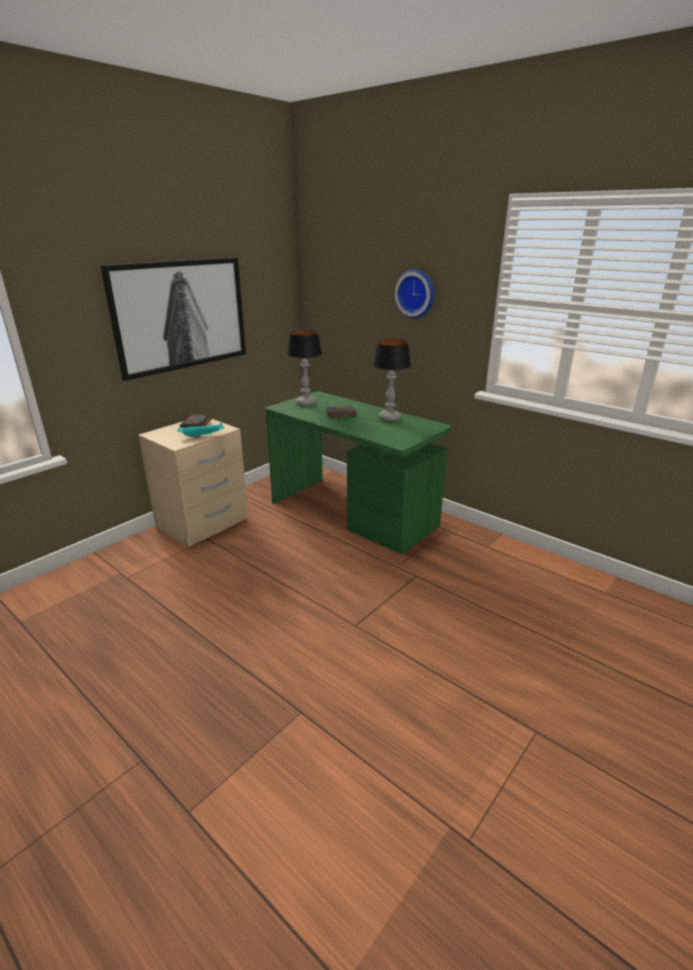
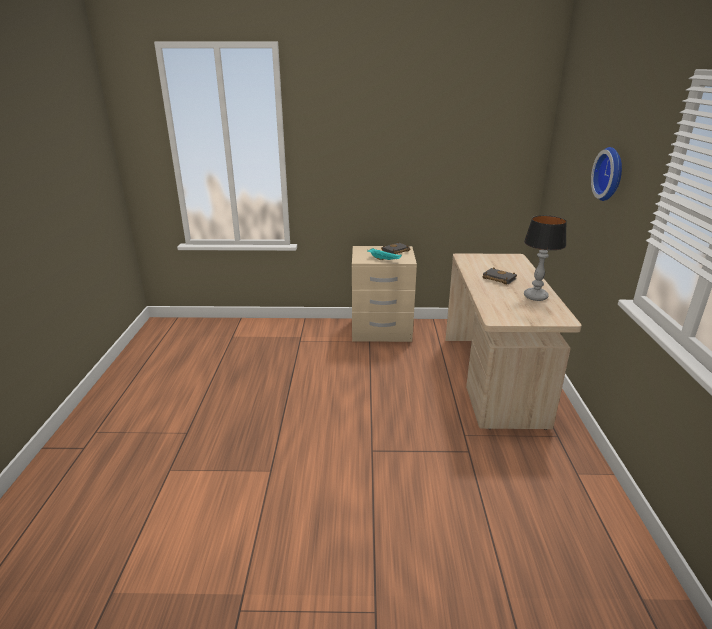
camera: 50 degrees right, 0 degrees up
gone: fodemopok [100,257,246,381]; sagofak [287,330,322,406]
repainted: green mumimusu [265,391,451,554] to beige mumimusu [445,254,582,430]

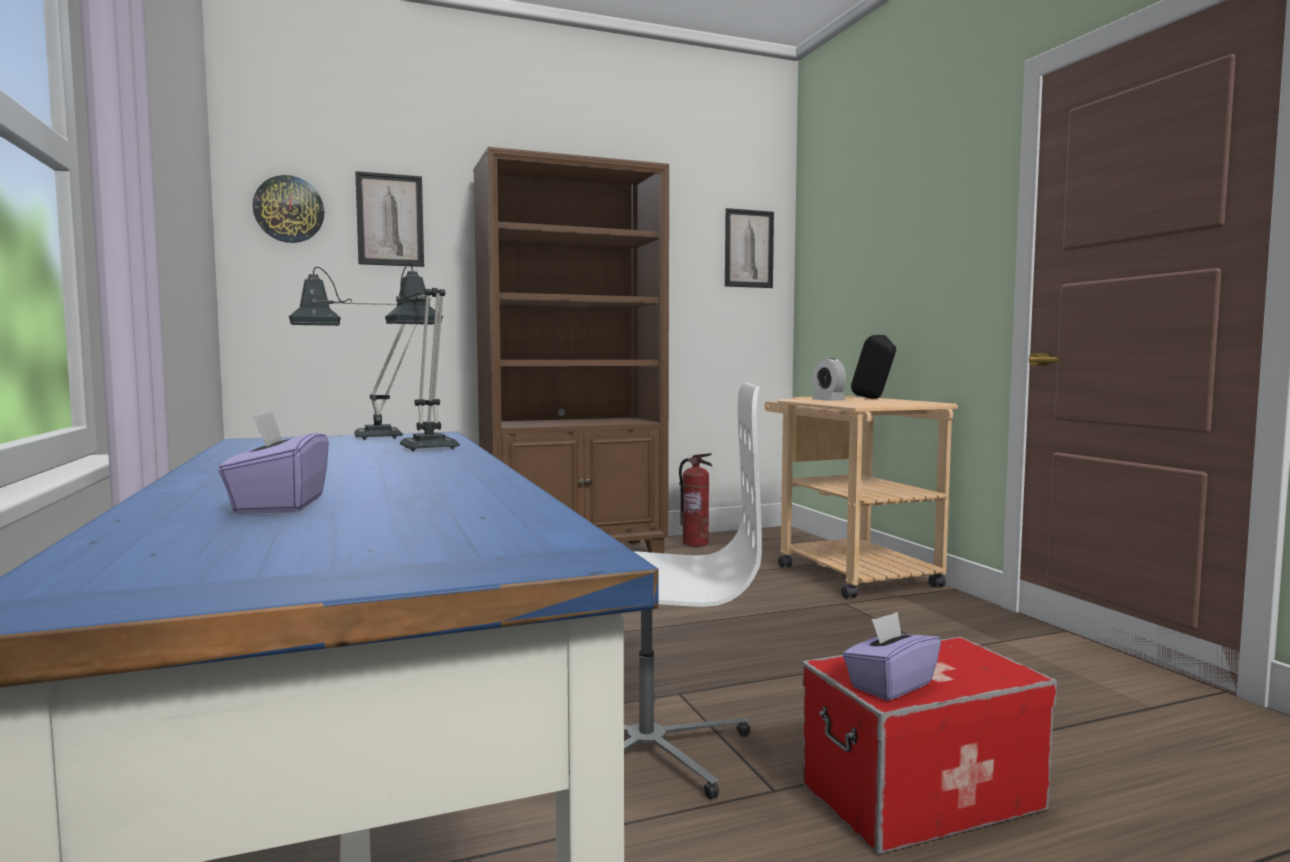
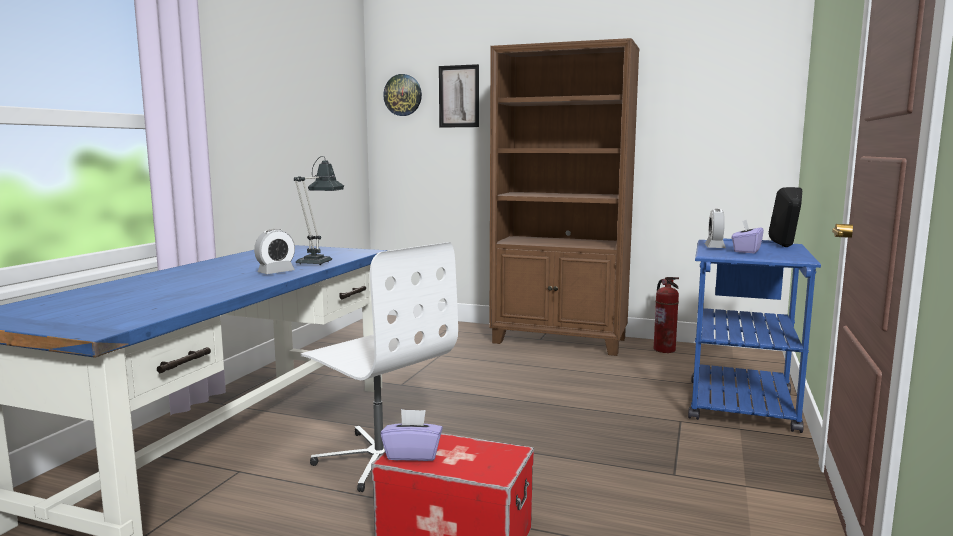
camera: 40 degrees right, 5 degrees up
gone: fodemopok [725,208,774,288]; sagofak [289,267,417,440]
new: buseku [254,229,295,274]
shifted: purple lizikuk [218,412,329,514] to [732,220,764,253]
repainted: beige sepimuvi [764,396,958,599] to blue sepimuvi [688,238,821,433]

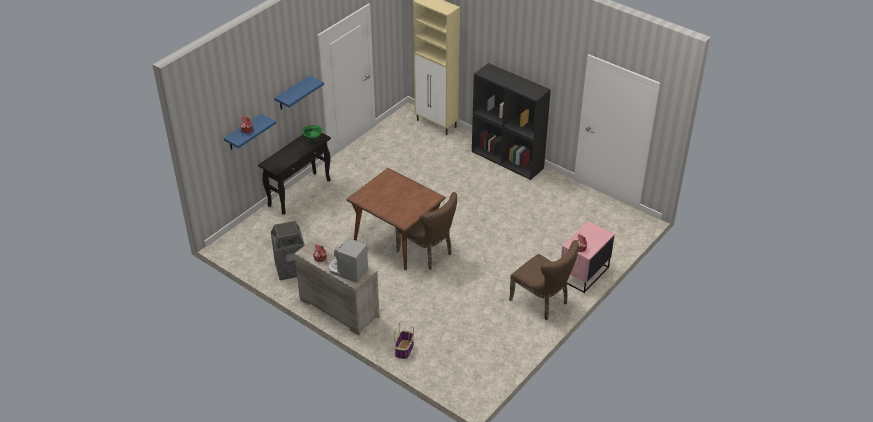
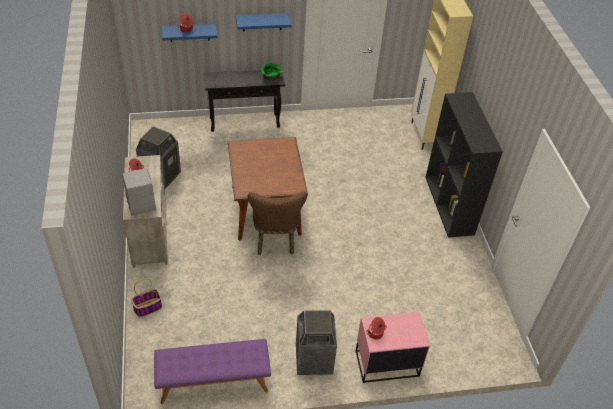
camera: 40 degrees right, 5 degrees up
new: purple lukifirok [154,339,271,404]
swapped: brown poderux [509,240,579,320] to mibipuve [296,310,337,375]

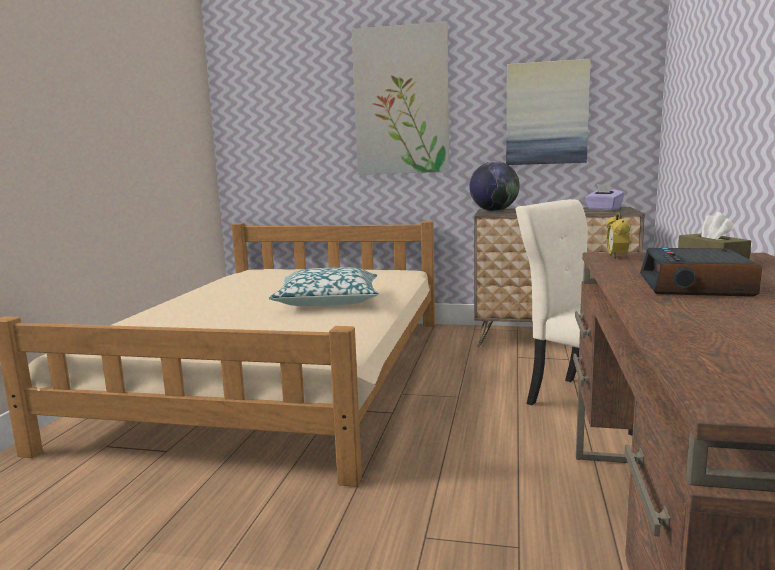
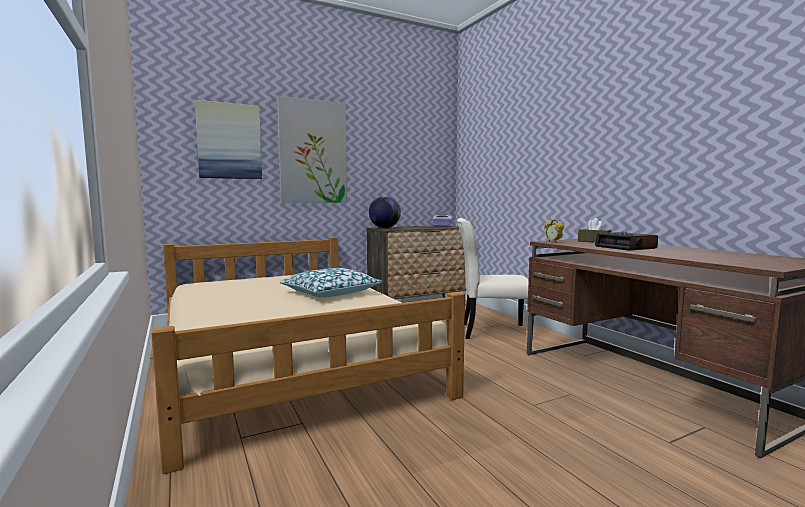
camera: 40 degrees left, 5 degrees down
shifted: fodemopok [506,59,591,165] to [195,100,262,179]

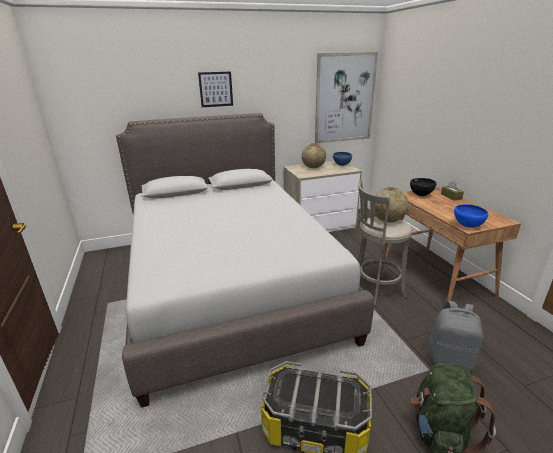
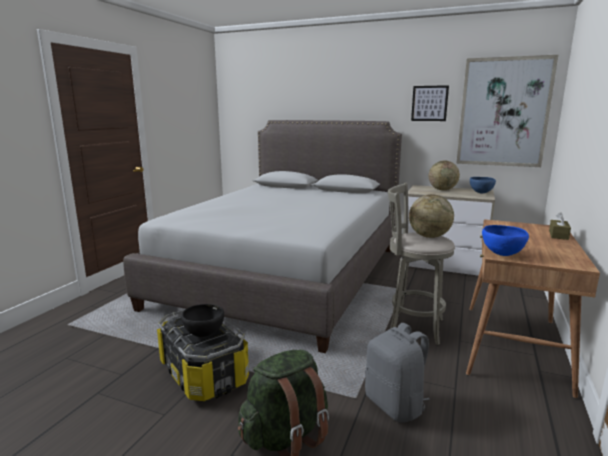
camera: 40 degrees right, 10 degrees down
shifted: fodemopok [198,72,233,107] to [411,85,449,121]; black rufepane [410,178,437,196] to [181,304,224,337]

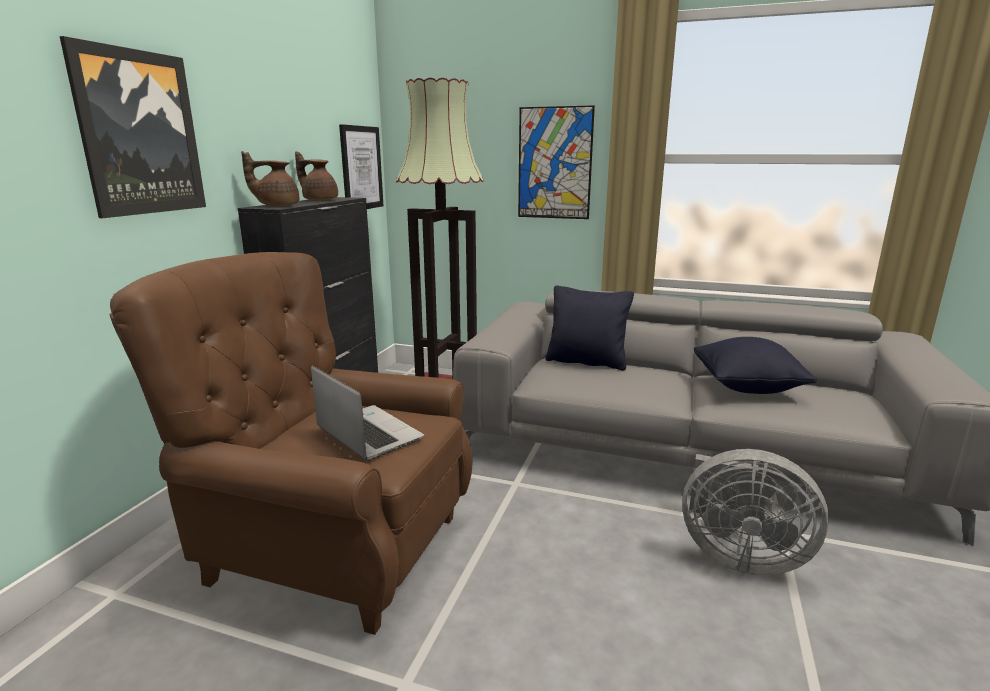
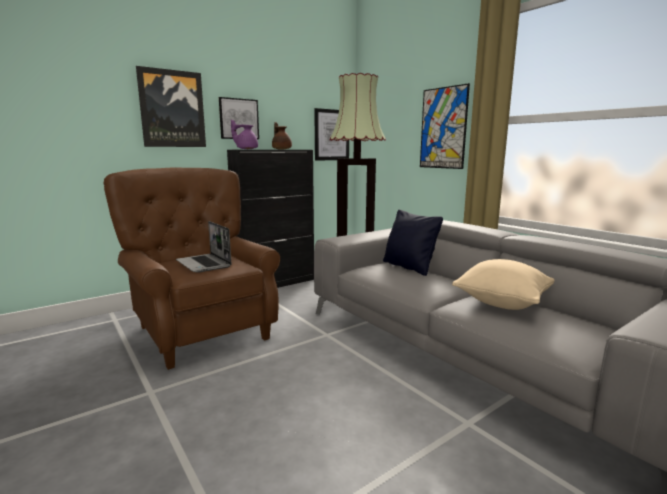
camera: 35 degrees right, 5 degrees down
gone: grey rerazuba [682,449,829,575]
new: fodemopok [219,97,259,139]
repainted: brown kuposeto [241,151,299,206] to purple kuposeto [231,120,258,149]; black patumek [694,337,817,394] to beige patumek [452,259,555,310]
rotated: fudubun [311,366,424,461] = [176,221,232,273] 150 degrees clockwise

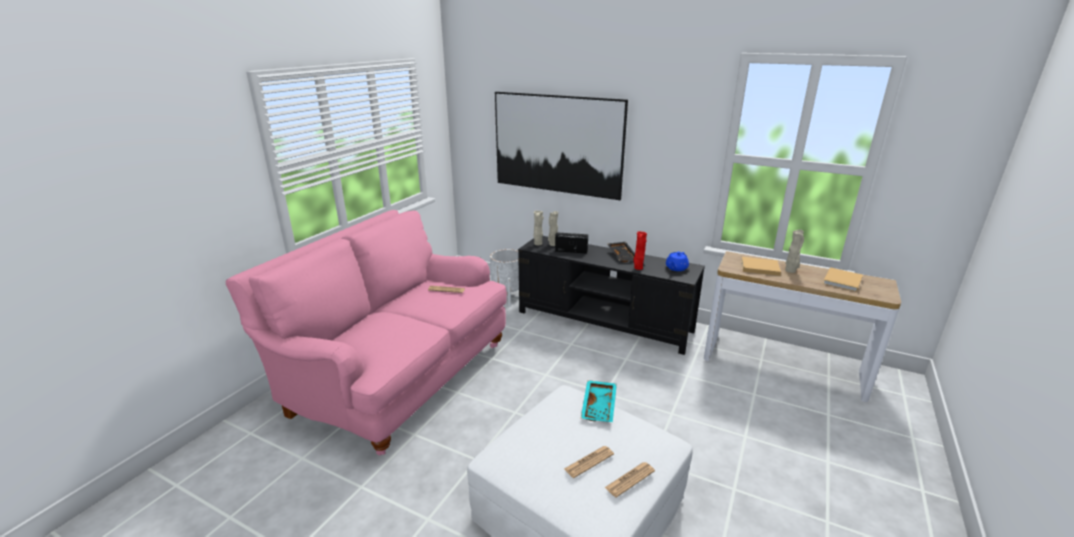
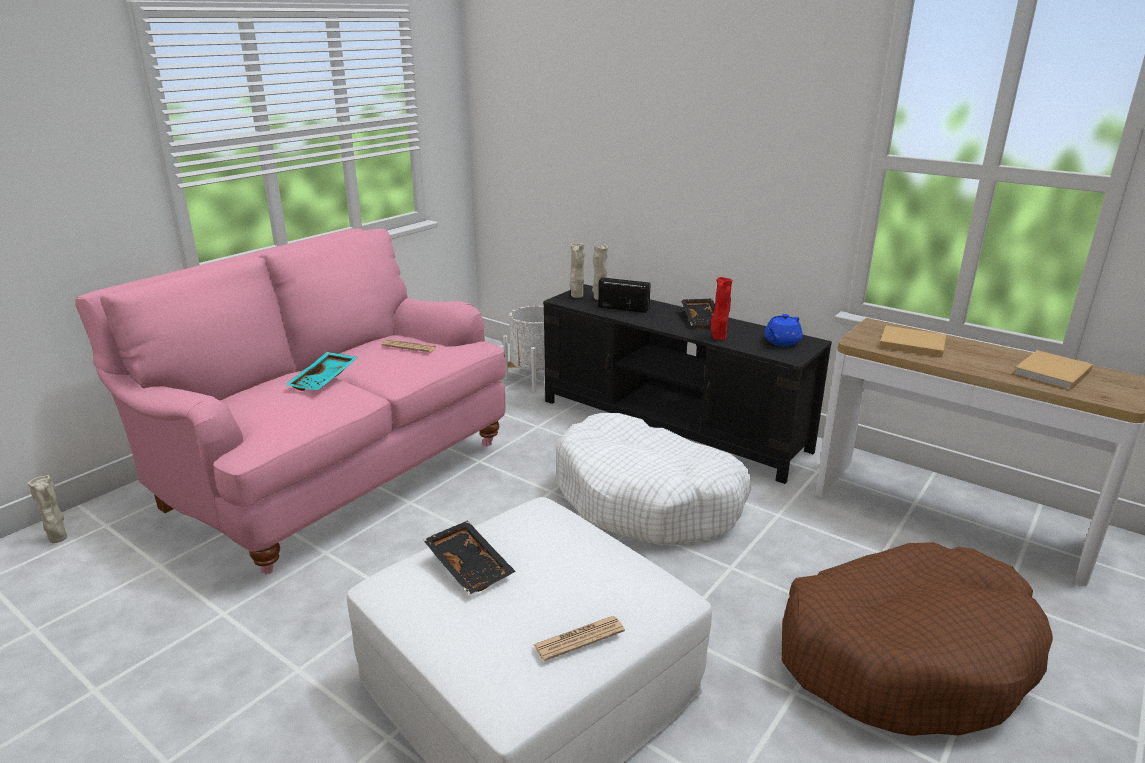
camera: 10 degrees right, 0 degrees up
gone: fodemopok [495,92,628,200]; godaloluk [564,446,614,478]
new: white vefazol [556,413,752,546]; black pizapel [423,520,516,595]; brown vefazol [781,542,1053,736]
shifted: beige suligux [785,230,804,273] to [27,475,67,543]; turquoise pizapel [581,380,617,422] to [285,352,358,391]

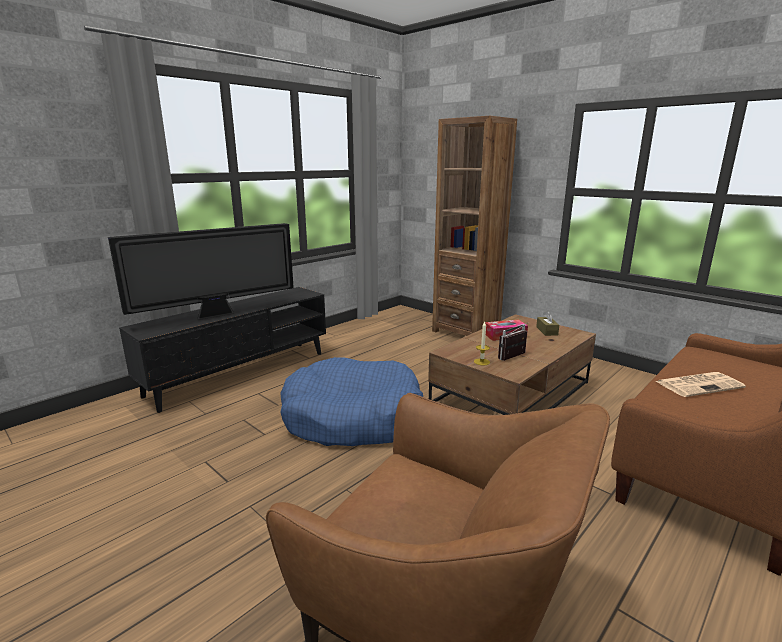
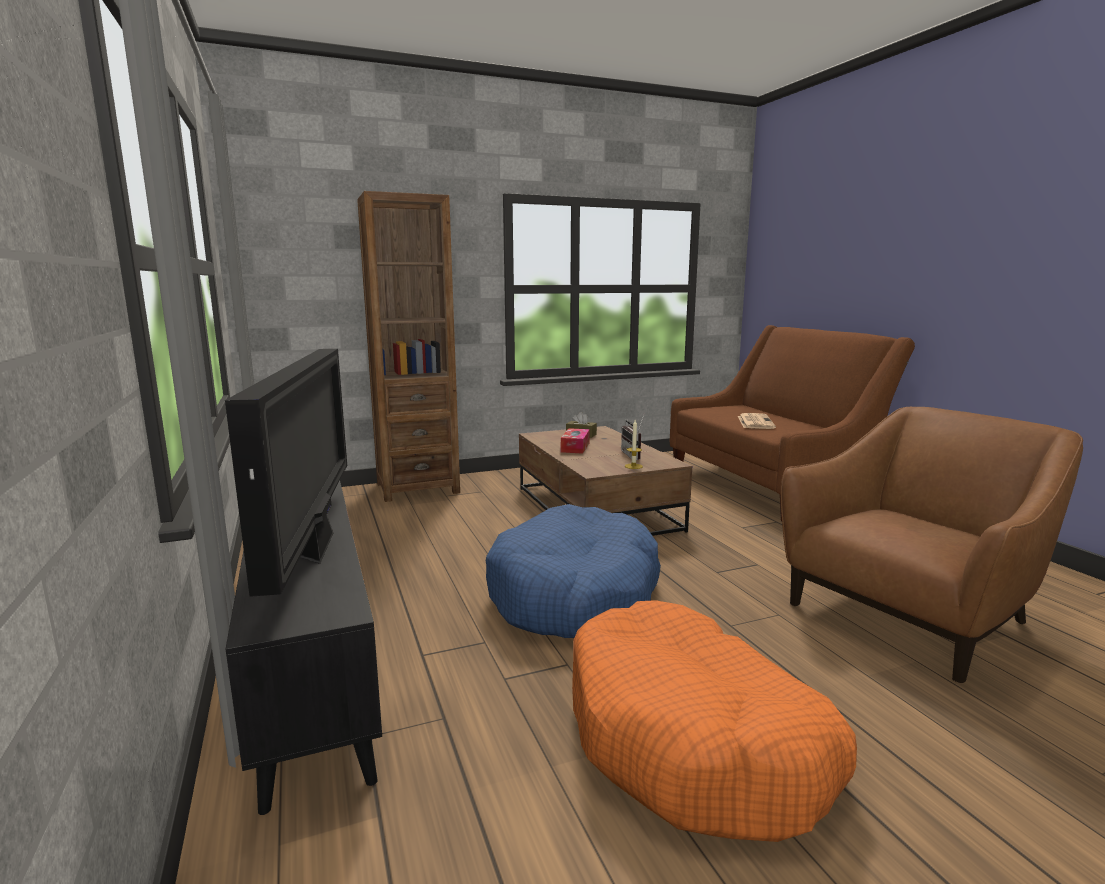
camera: 65 degrees left, 5 degrees down
new: orange vefazol [572,600,857,842]

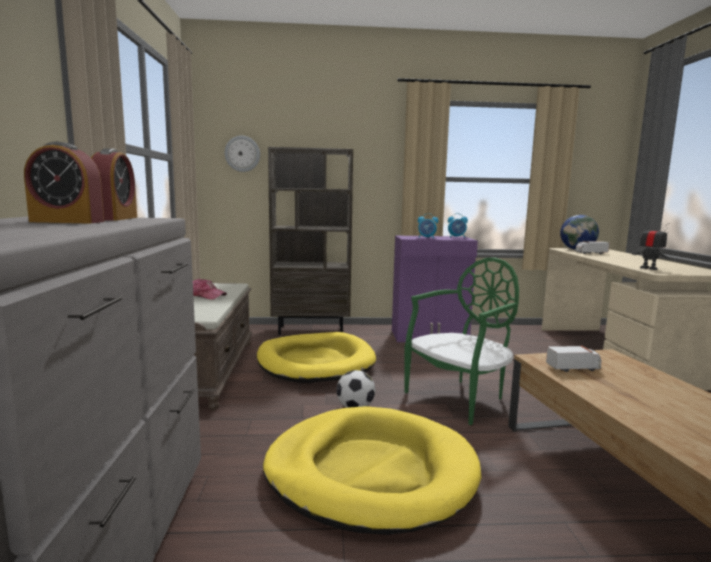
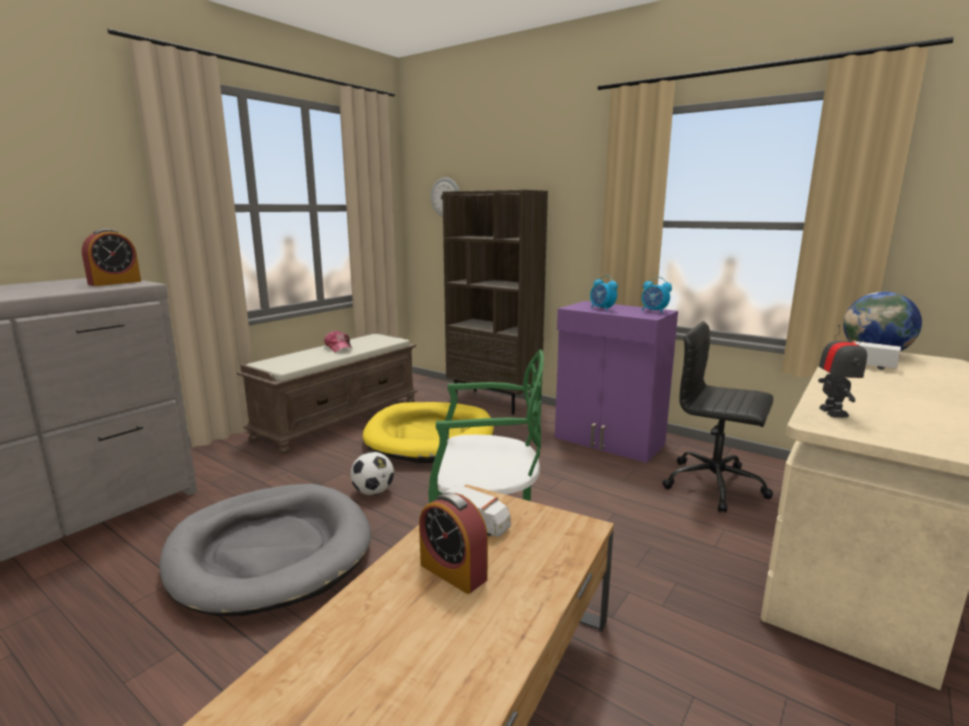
camera: 40 degrees right, 5 degrees up
new: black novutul [662,321,773,513]
shifted: buseku [24,141,104,223] to [419,492,488,594]
repainted: yellow vefazol [263,406,482,535] to grey vefazol [159,484,371,616]

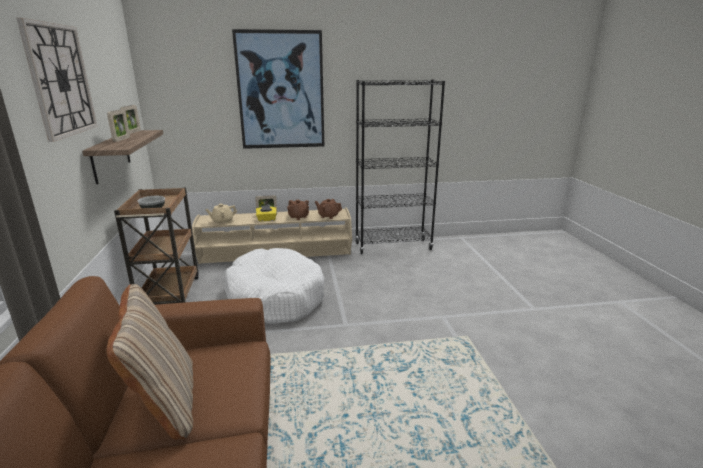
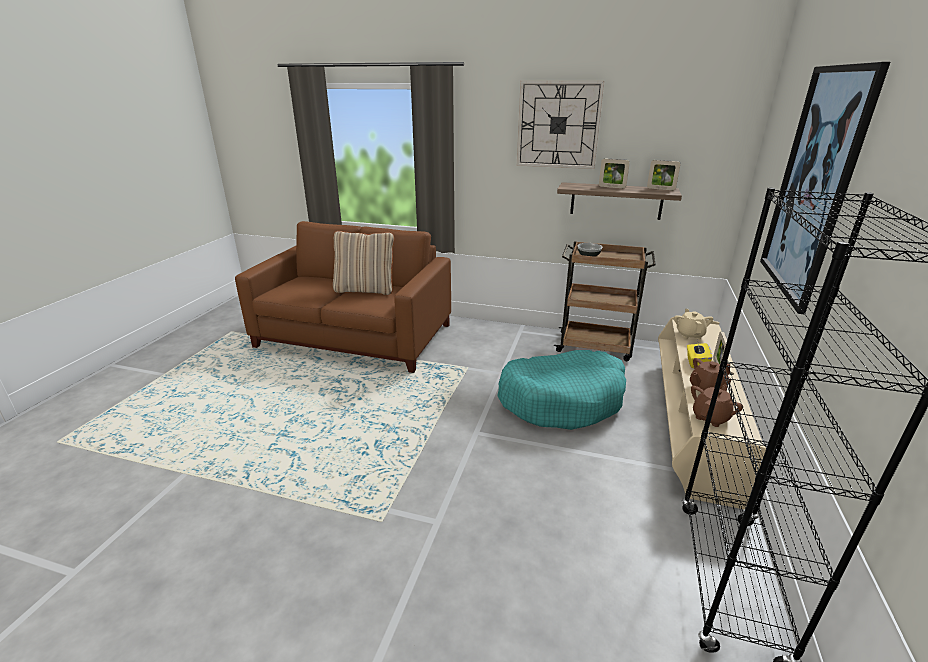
camera: 115 degrees right, 5 degrees up
repainted: white vefazol [224,248,324,324] to turquoise vefazol [497,350,626,430]

